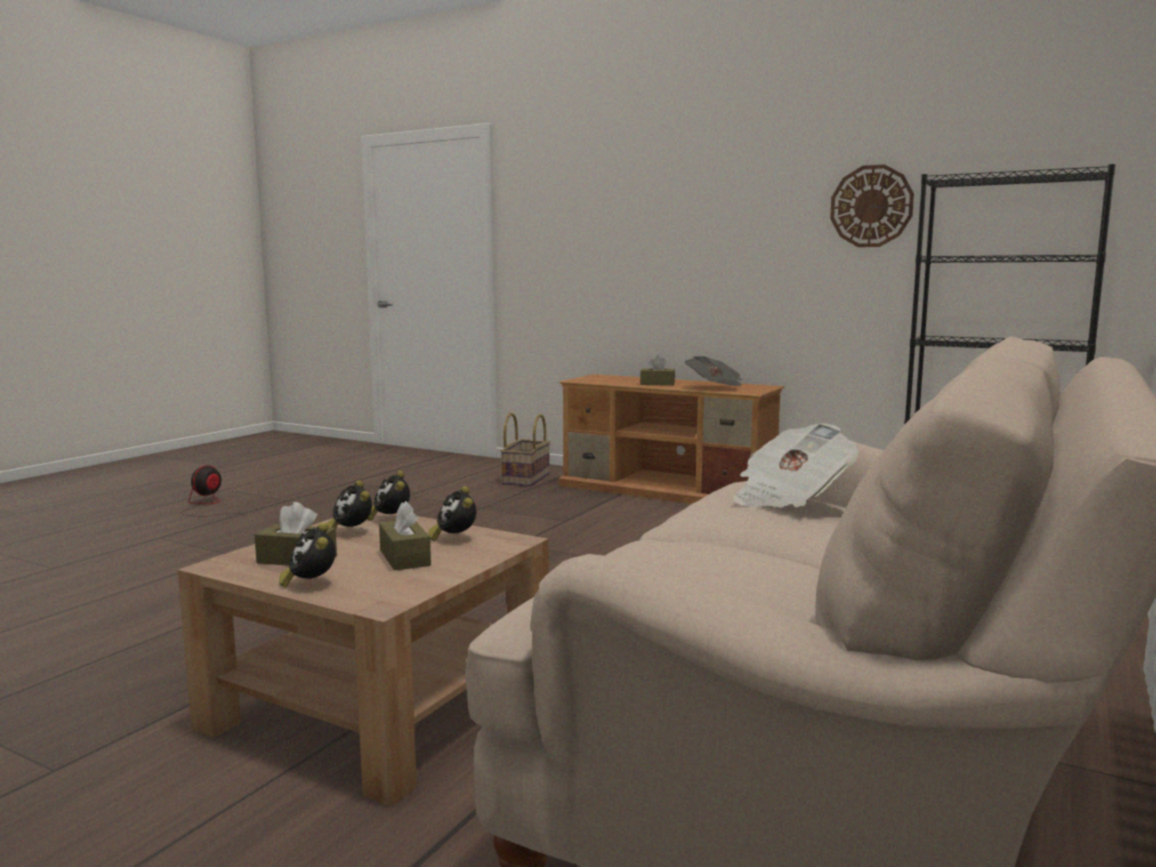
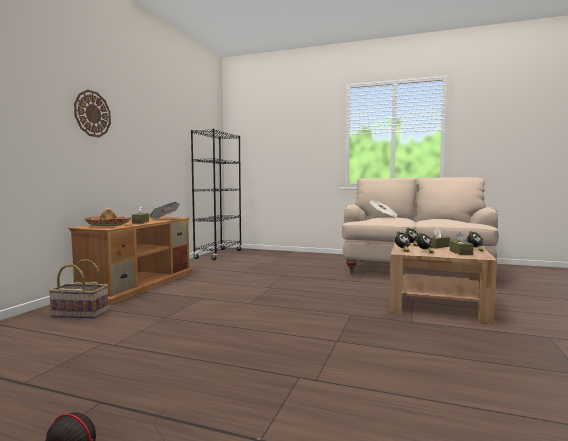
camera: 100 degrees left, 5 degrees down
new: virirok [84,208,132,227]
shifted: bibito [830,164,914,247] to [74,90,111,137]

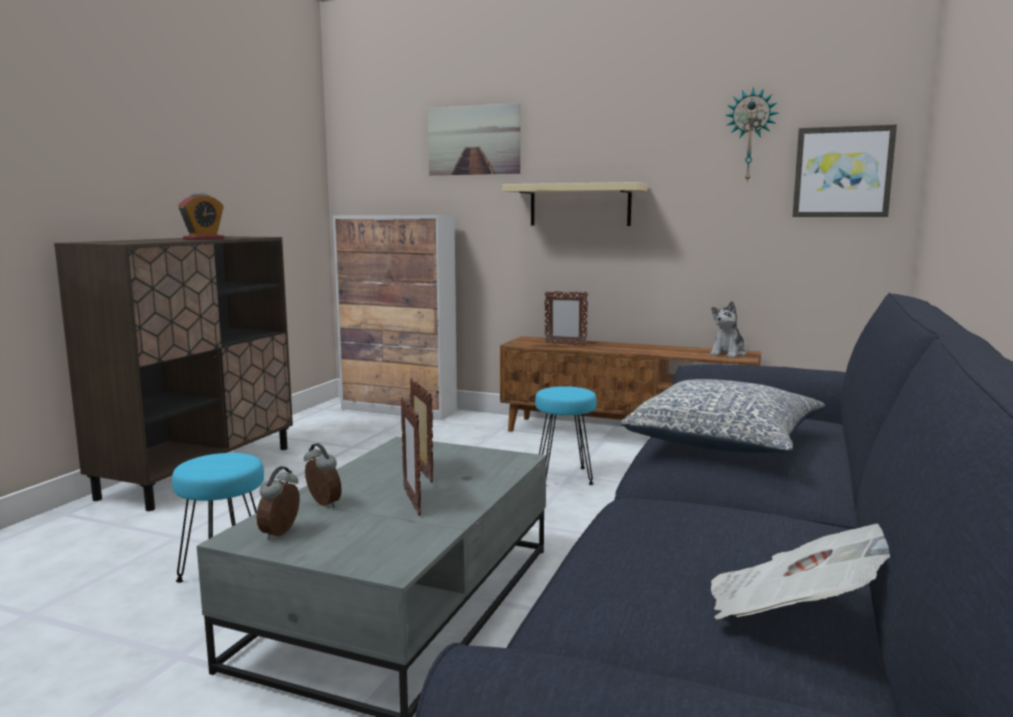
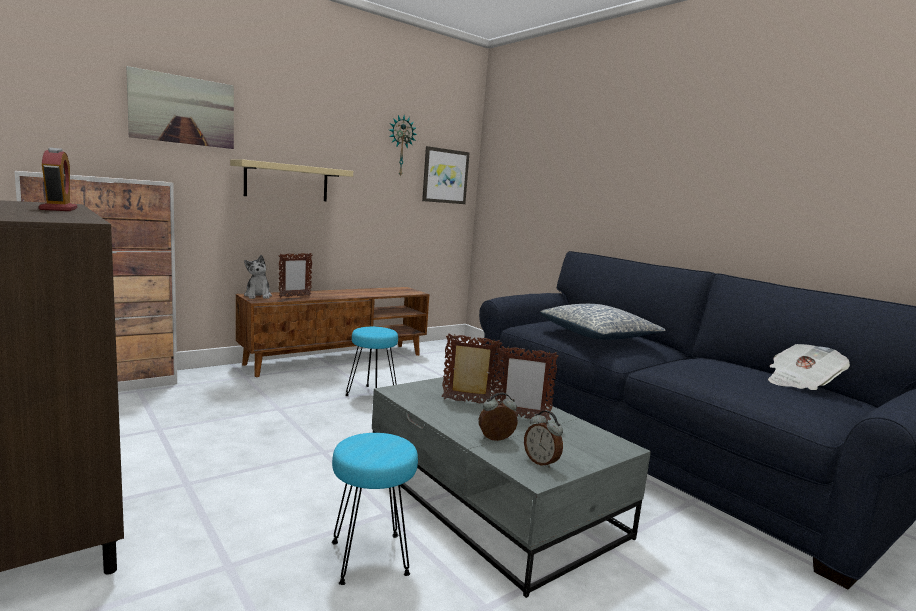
camera: 60 degrees left, 0 degrees up
shifted: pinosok [710,301,746,358] to [244,255,272,299]

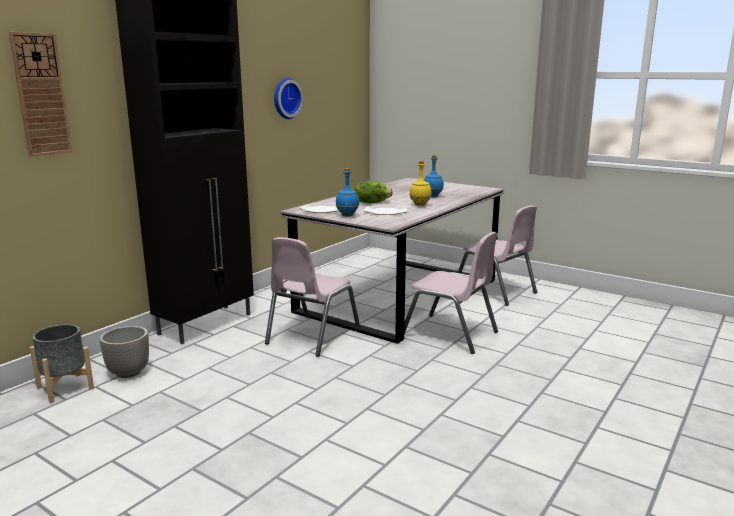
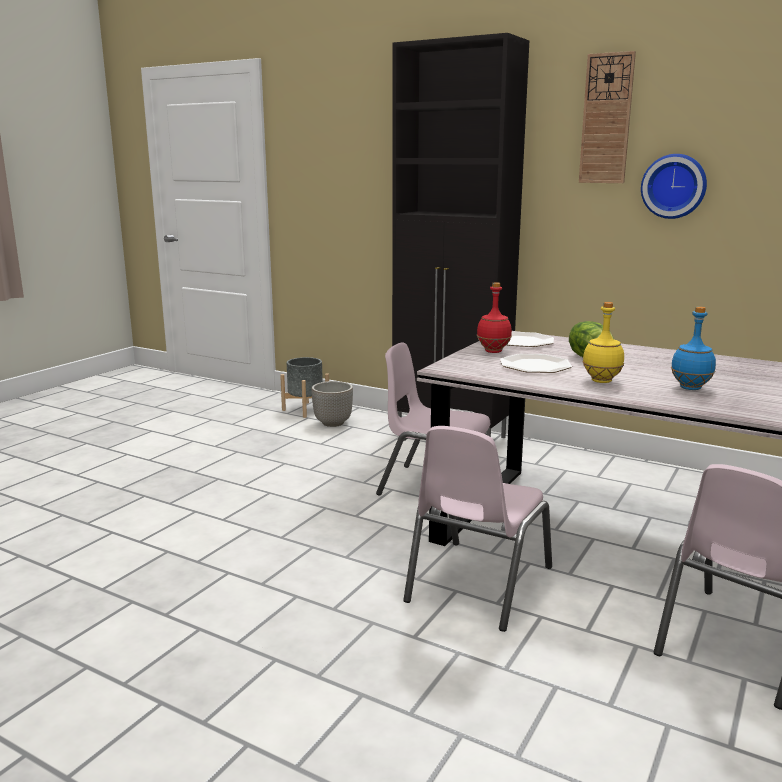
camera: 85 degrees right, 0 degrees up
shifted: bibito [9,32,72,157] to [579,51,636,183]
repainted: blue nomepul [336,168,360,216] to red nomepul [477,282,512,353]

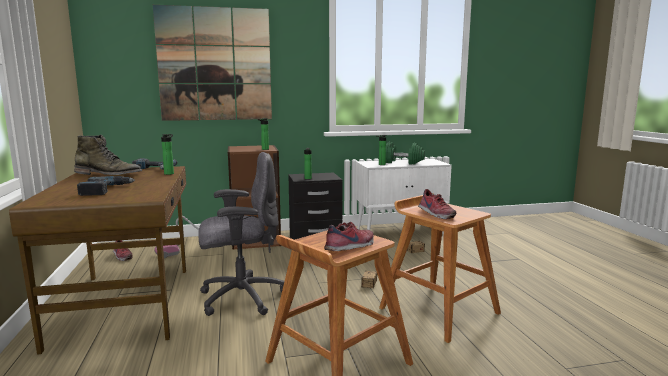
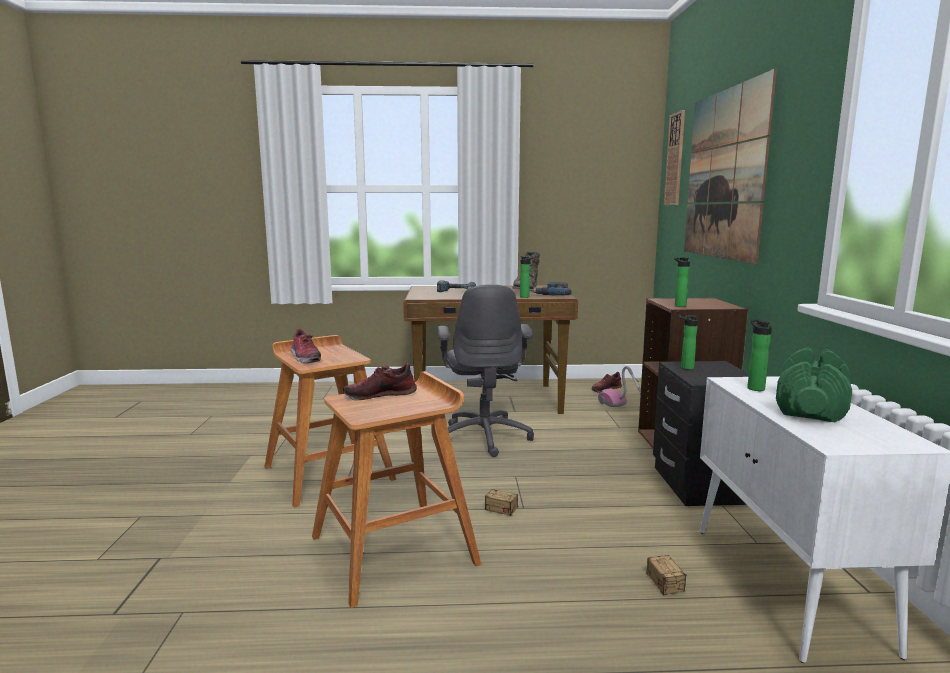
camera: 100 degrees right, 0 degrees up
new: bibito [664,110,685,205]

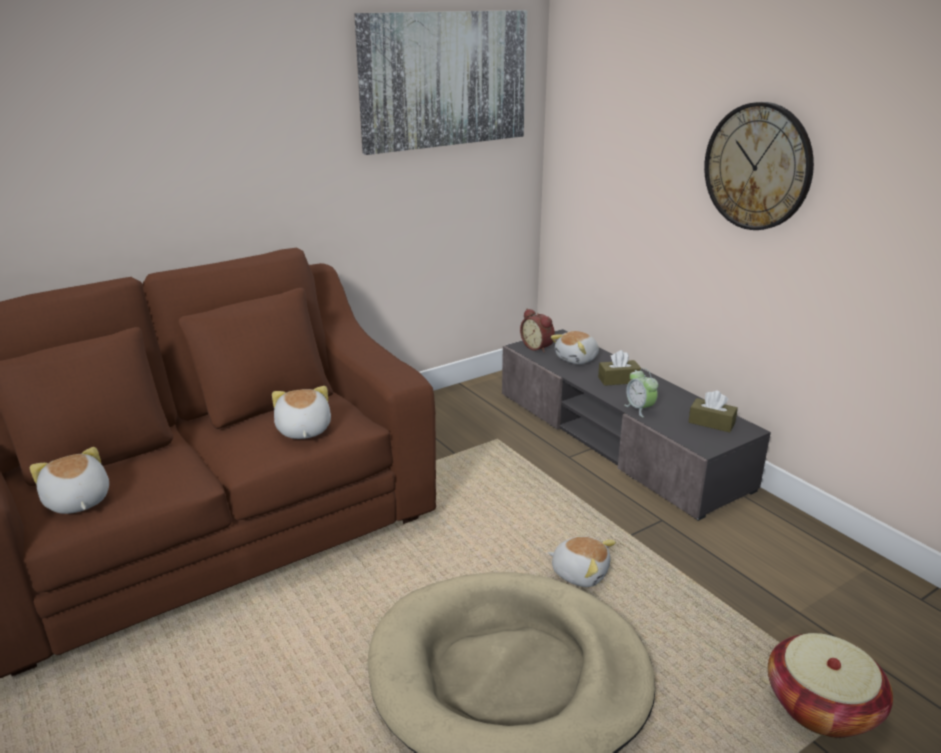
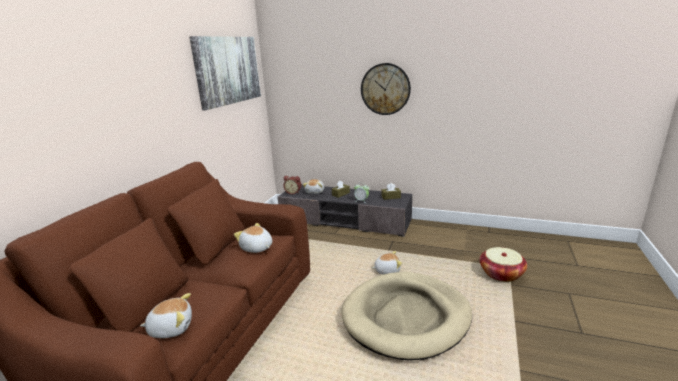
camera: 35 degrees left, 5 degrees down
rotated: pinosok [30,447,109,514] = [140,293,192,338] 150 degrees clockwise

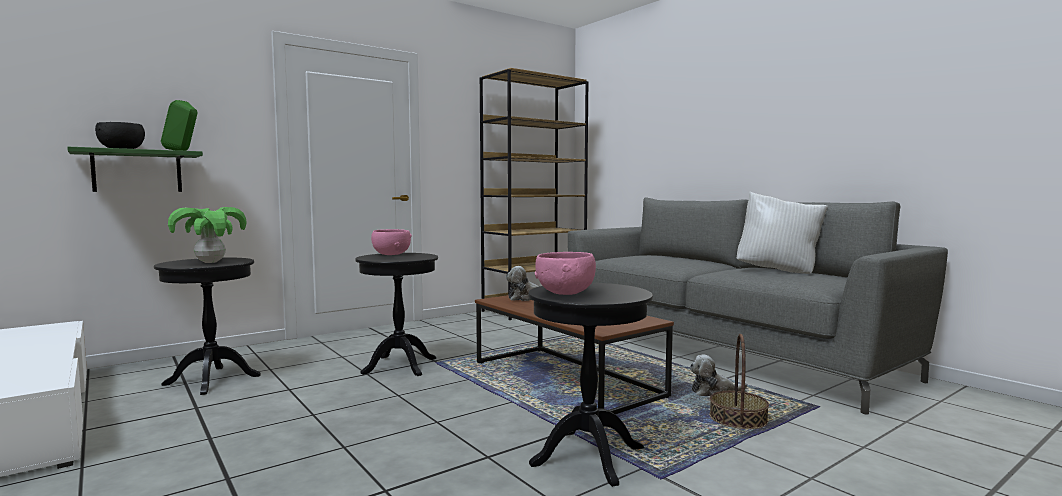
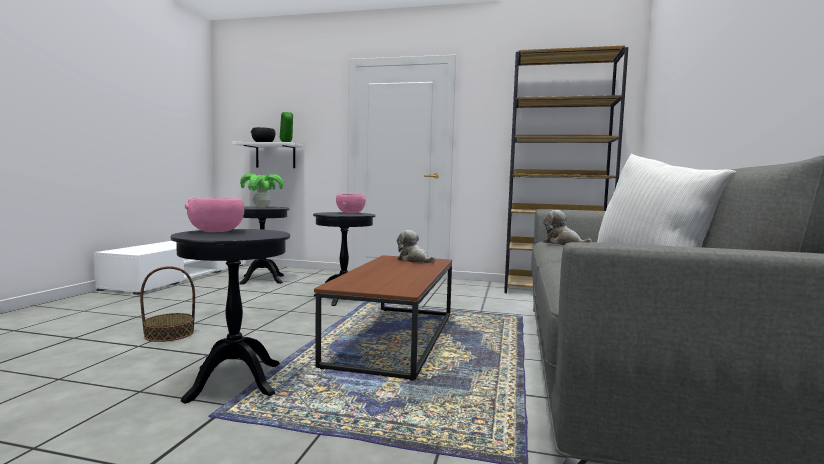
camera: 50 degrees right, 0 degrees up
shifted: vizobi [710,334,769,429] to [140,266,195,342]; pinosok [690,355,747,396] to [543,210,592,245]
repainted: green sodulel [67,147,203,192] to white sodulel [232,142,303,168]

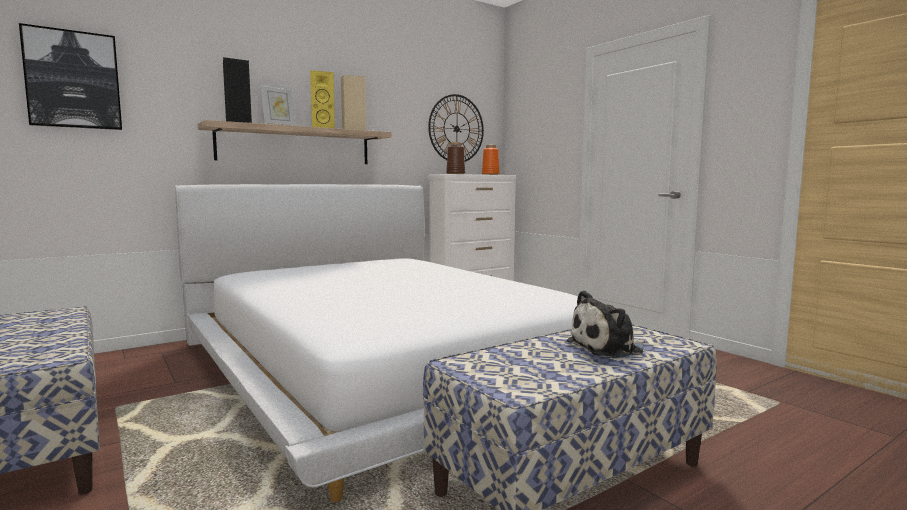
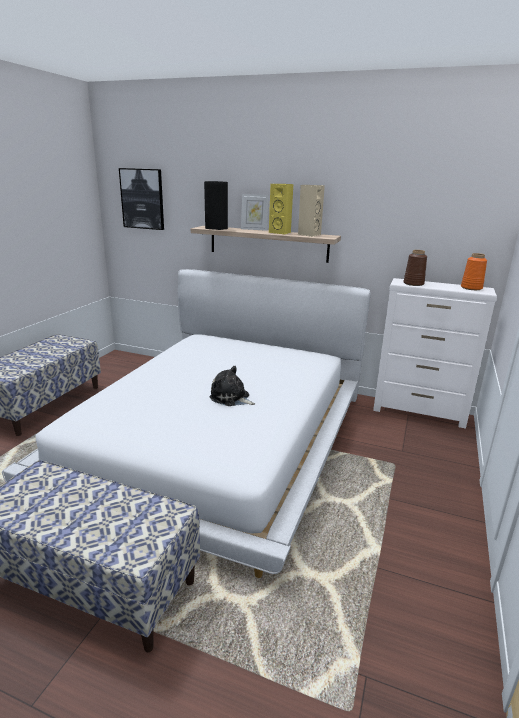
camera: 55 degrees right, 15 degrees up
gone: bibito [428,94,484,162]
shifted: pinosok [566,290,645,358] to [209,366,255,406]

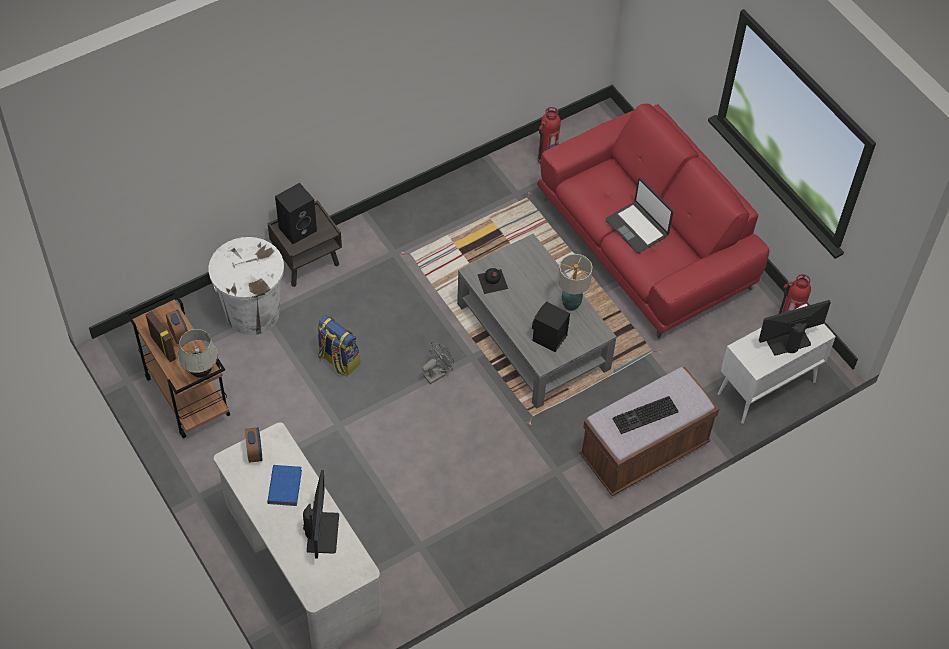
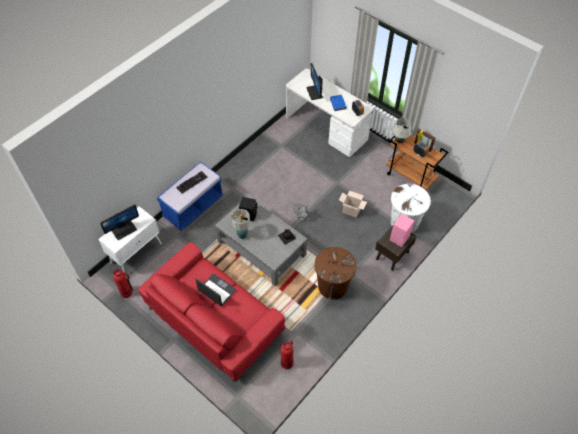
camera: 165 degrees right, 0 degrees up
new: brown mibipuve [314,247,357,300]
swapped: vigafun [317,315,360,376] to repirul [339,191,367,218]
repainted: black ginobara [275,183,317,244] to pink ginobara [390,214,414,247]; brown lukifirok [579,367,719,496] to blue lukifirok [157,162,223,231]

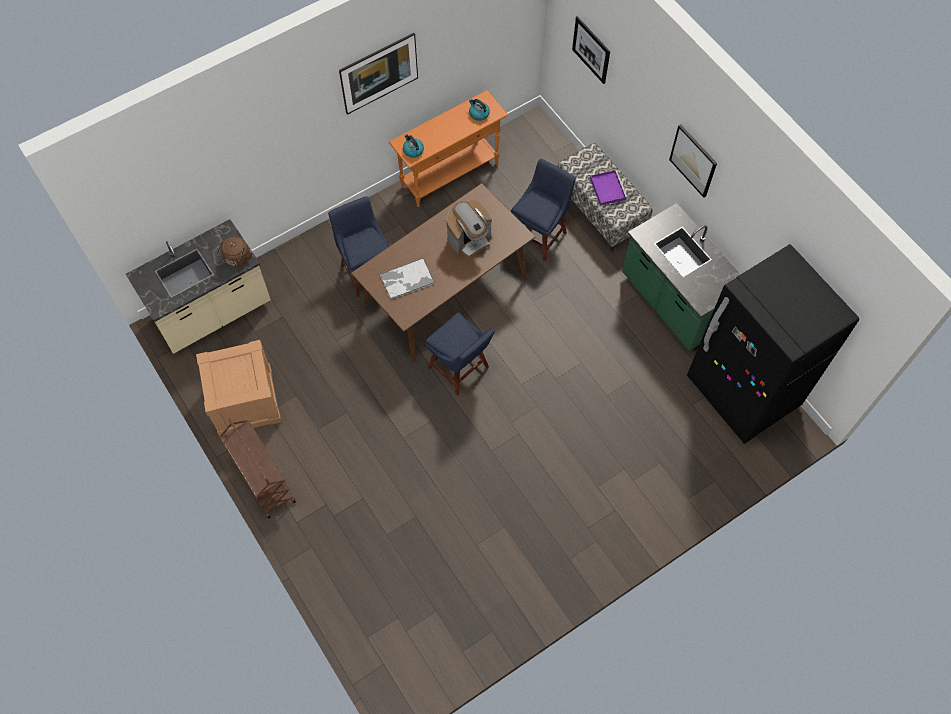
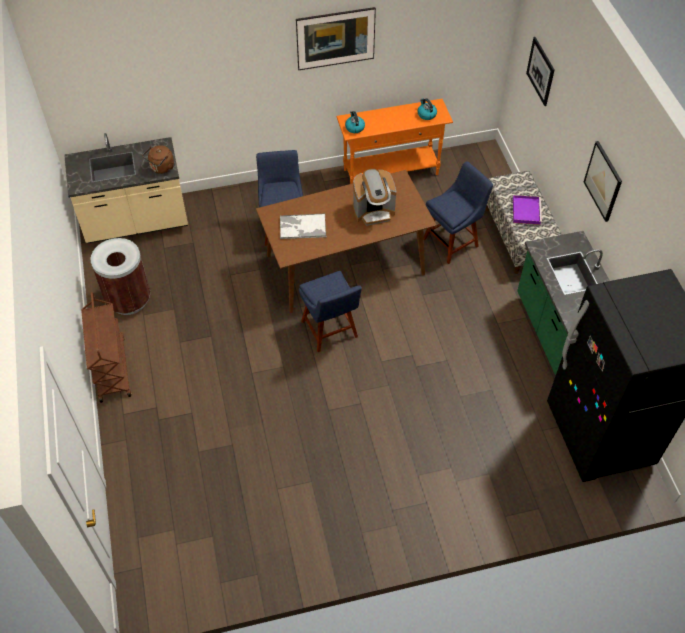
camera: 20 degrees right, 10 degrees down
swapped: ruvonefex [196,340,282,437] to brown mibipuve [91,238,150,315]

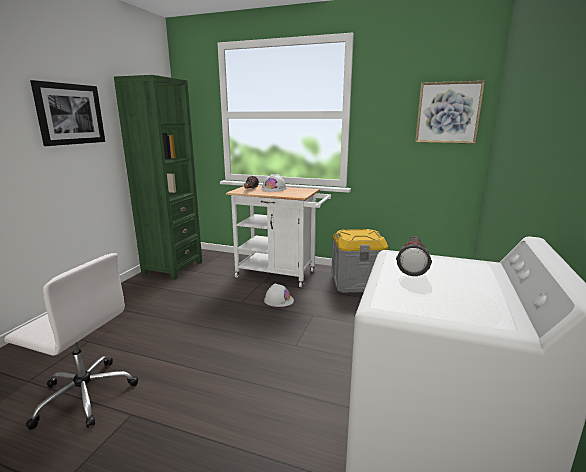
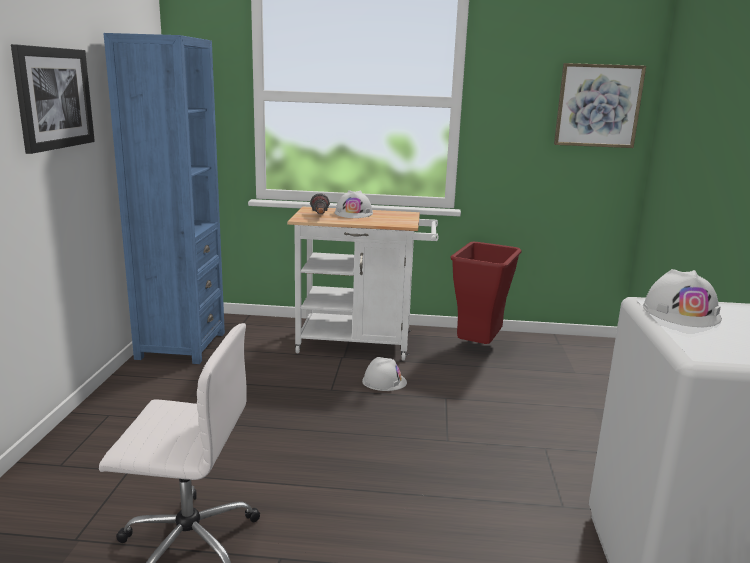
camera: 15 degrees left, 0 degrees up
swapped: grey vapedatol [331,229,388,293] to red mibipuve [450,242,522,344]; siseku [396,236,432,276] to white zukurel [643,269,722,327]
repainted: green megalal [114,75,202,279] to blue megalal [104,33,225,364]

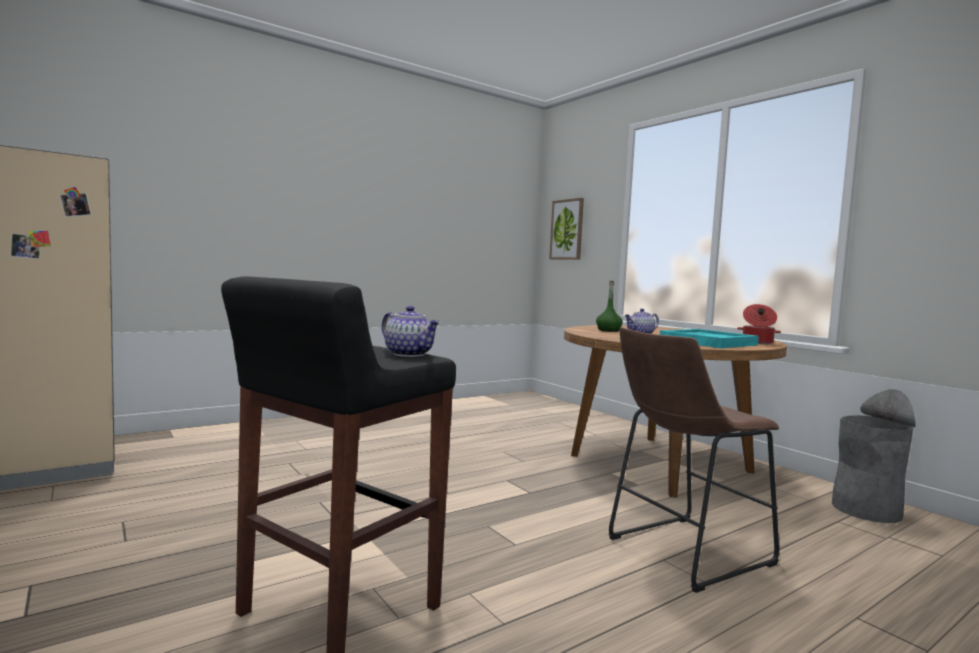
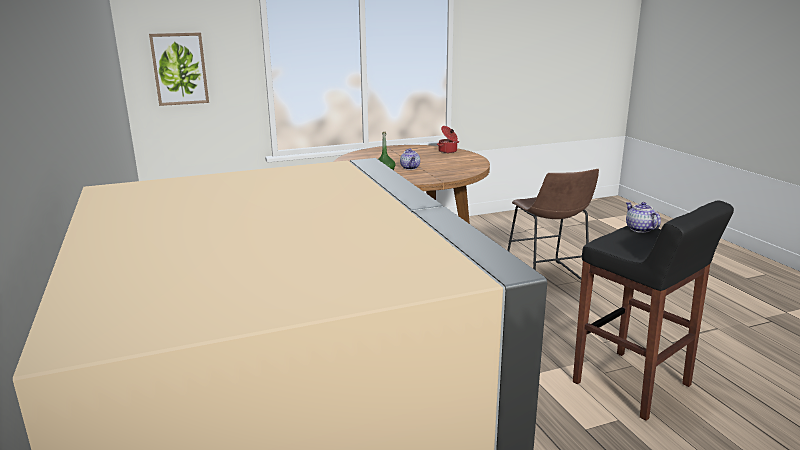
camera: 75 degrees left, 15 degrees up
gone: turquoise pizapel [660,329,759,348]; grey mibipuve [832,389,916,523]
rotated: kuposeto [382,306,440,357] = [626,202,661,233] 75 degrees counterclockwise

